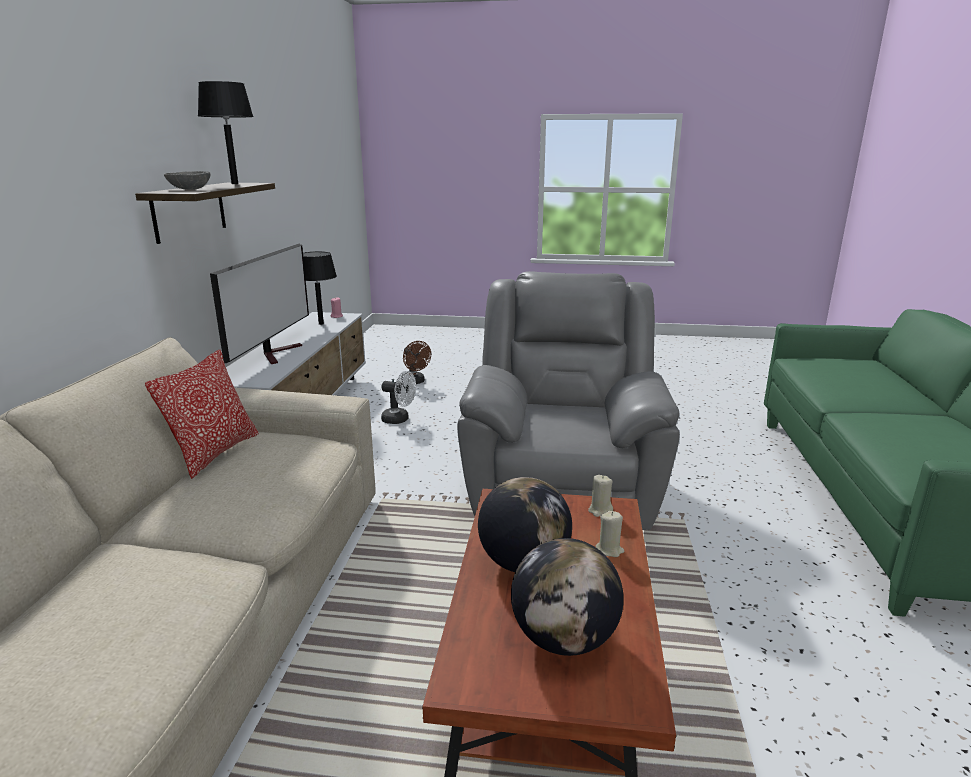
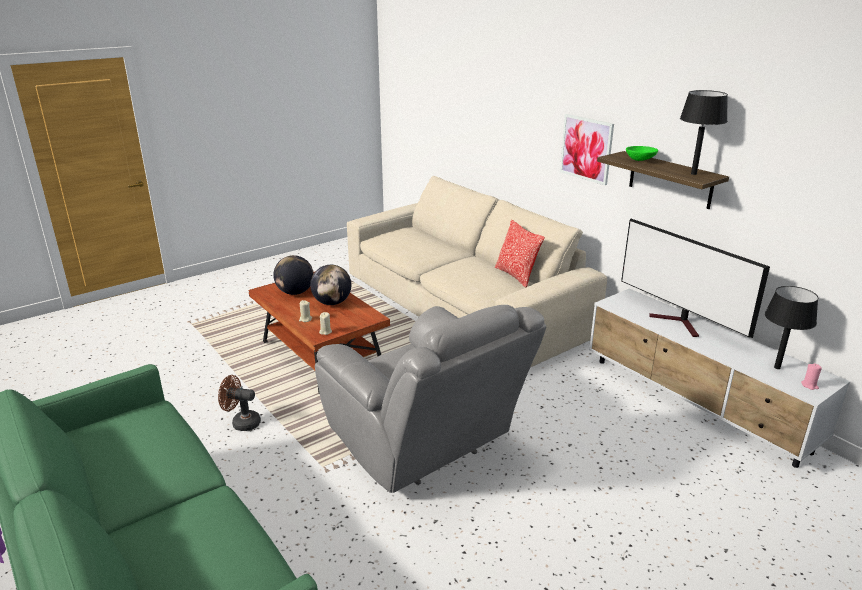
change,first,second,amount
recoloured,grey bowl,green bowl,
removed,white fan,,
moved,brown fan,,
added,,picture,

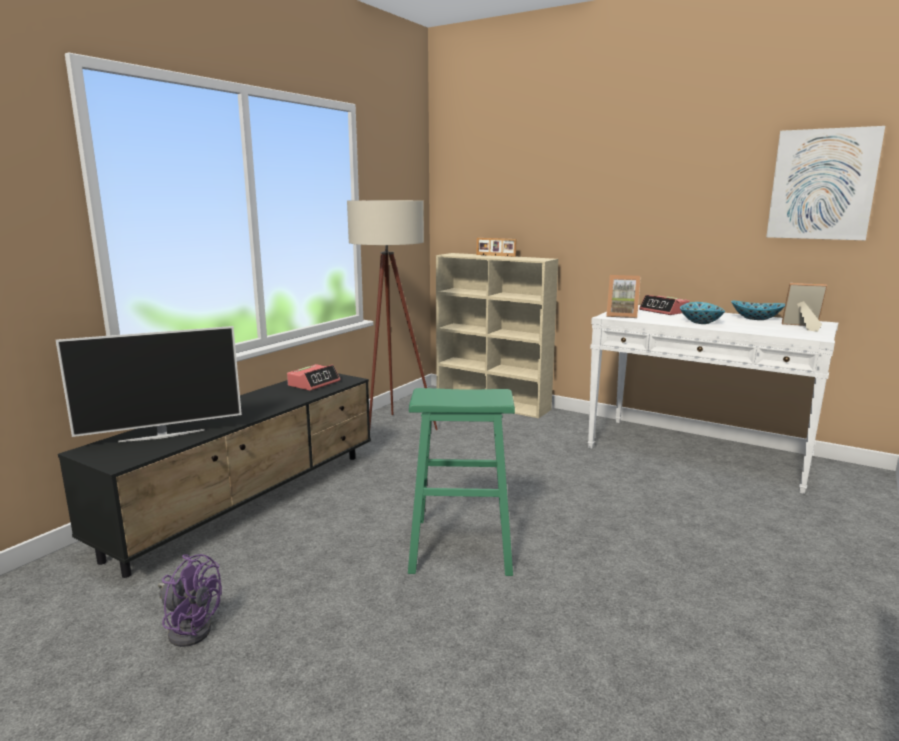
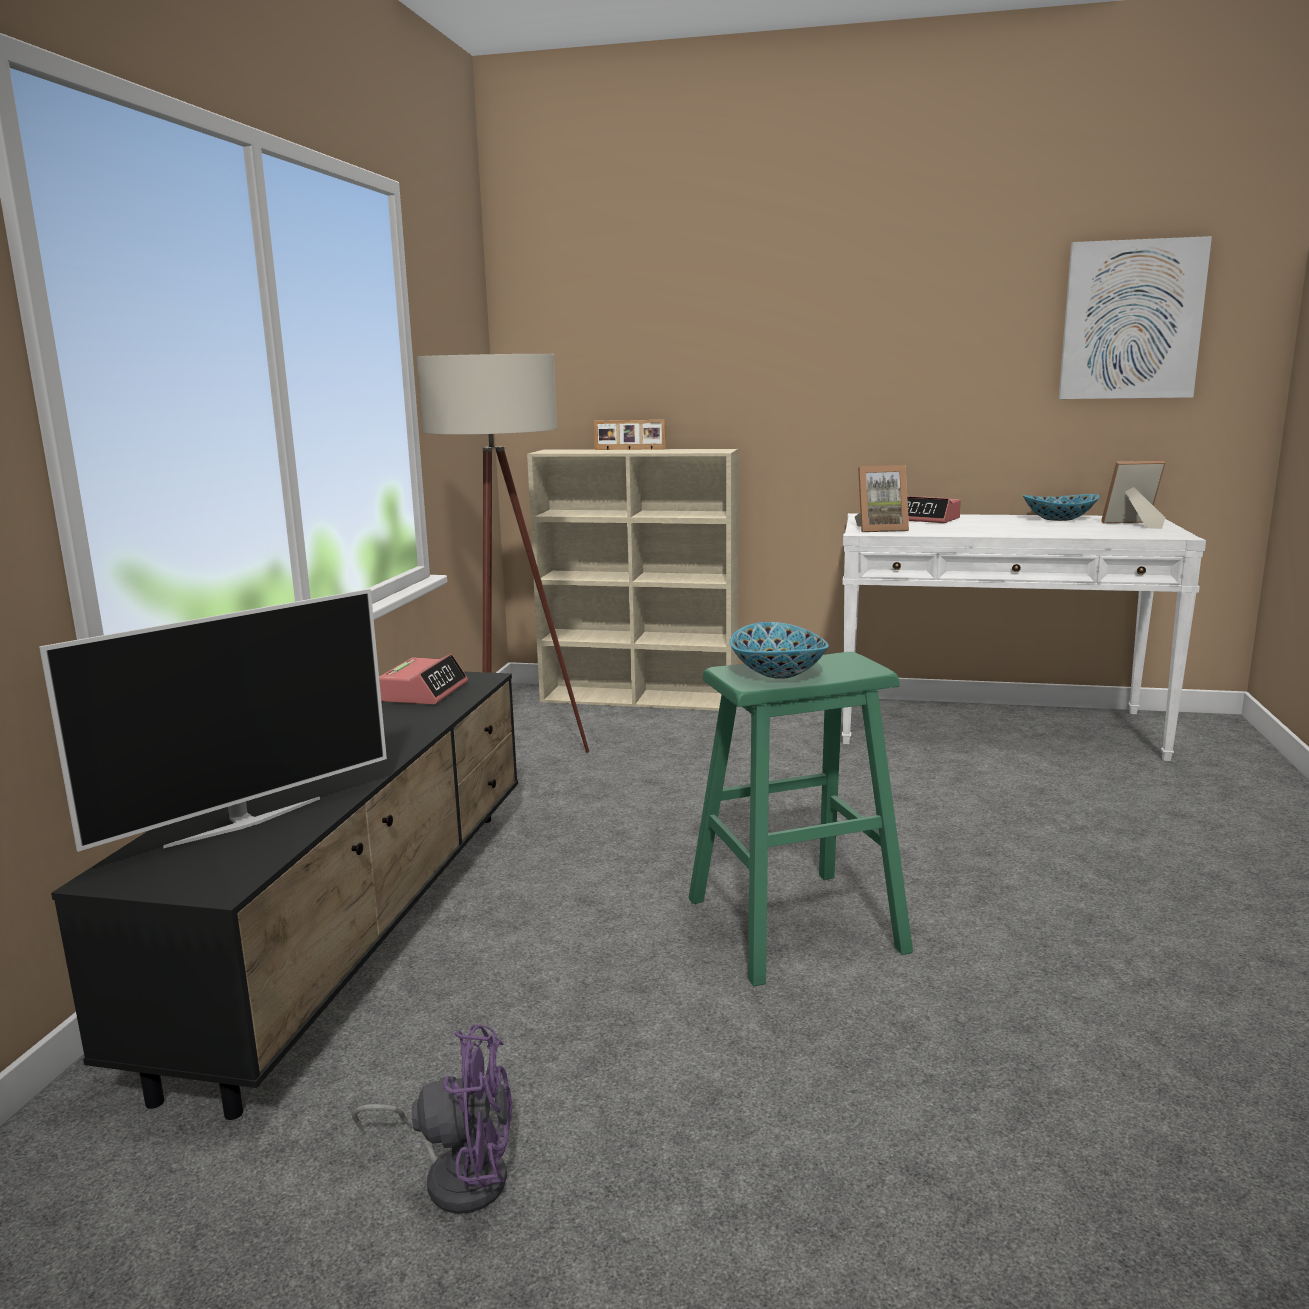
change,first,second,amount
moved,bowl (1st from left),,

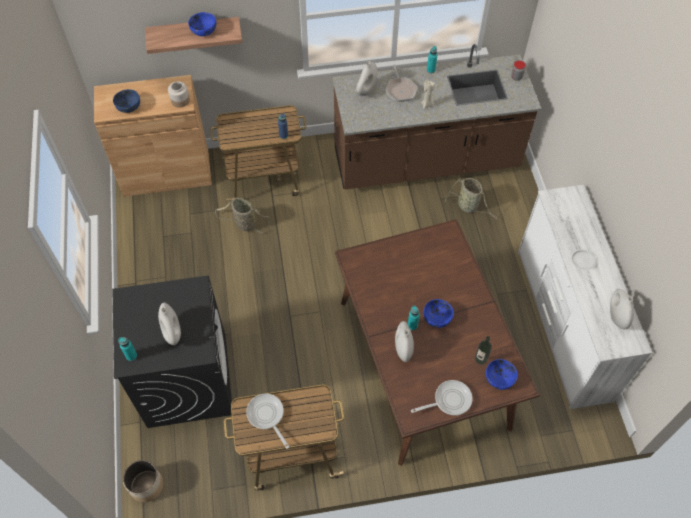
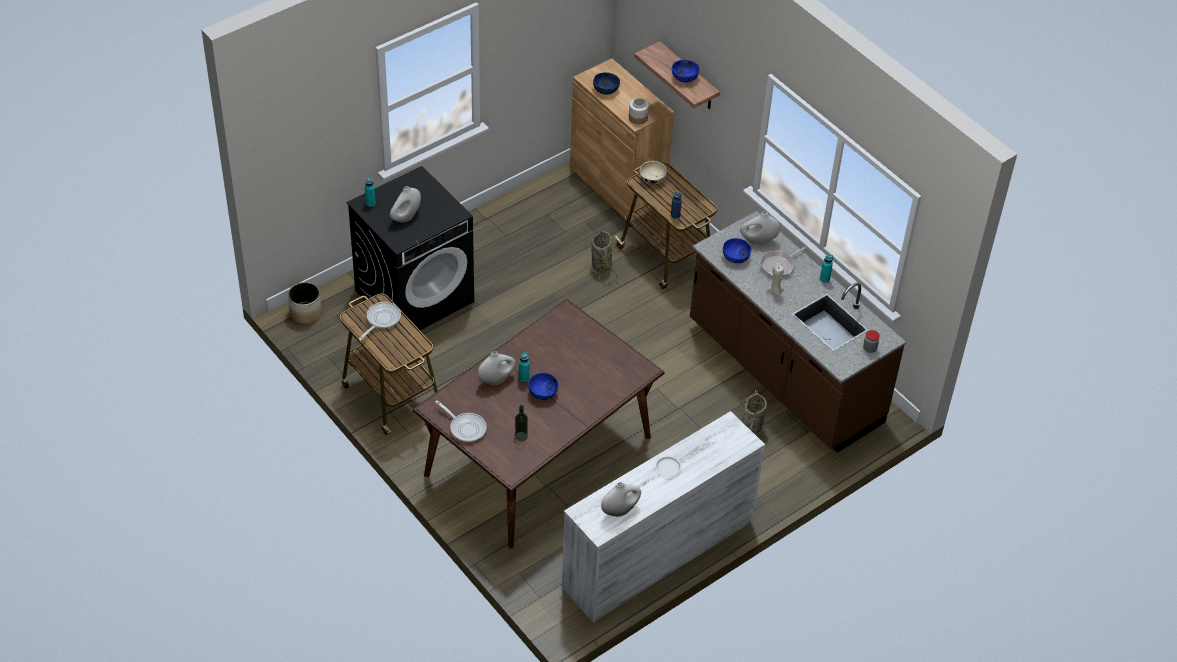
change,first,second,amount
moved,blue bowl (4th from left),,
added,,beige bowl,

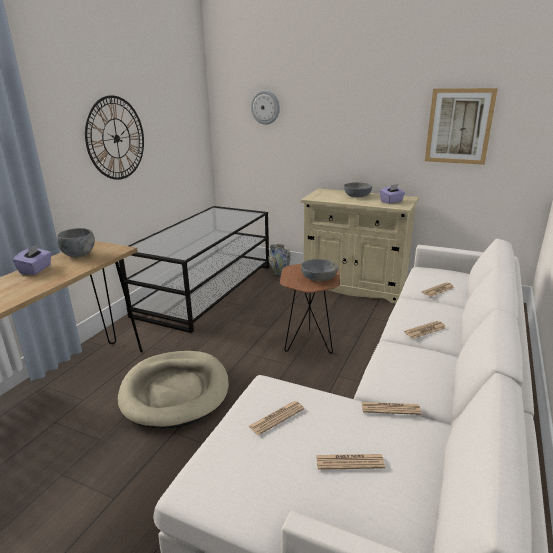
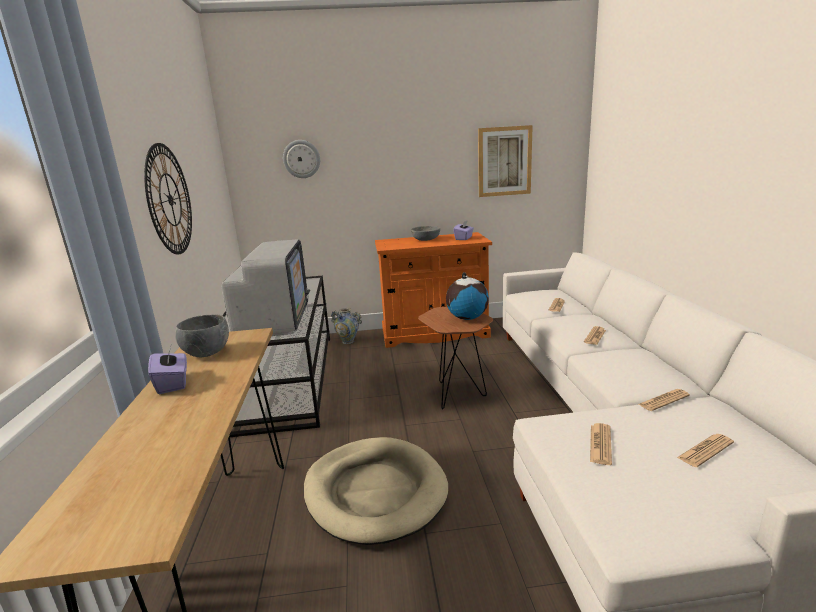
change,first,second,amount
recoloured,beige cabinet,orange cabinet,
replaced,grey bowl (2nd from left),globe,
added,,television,

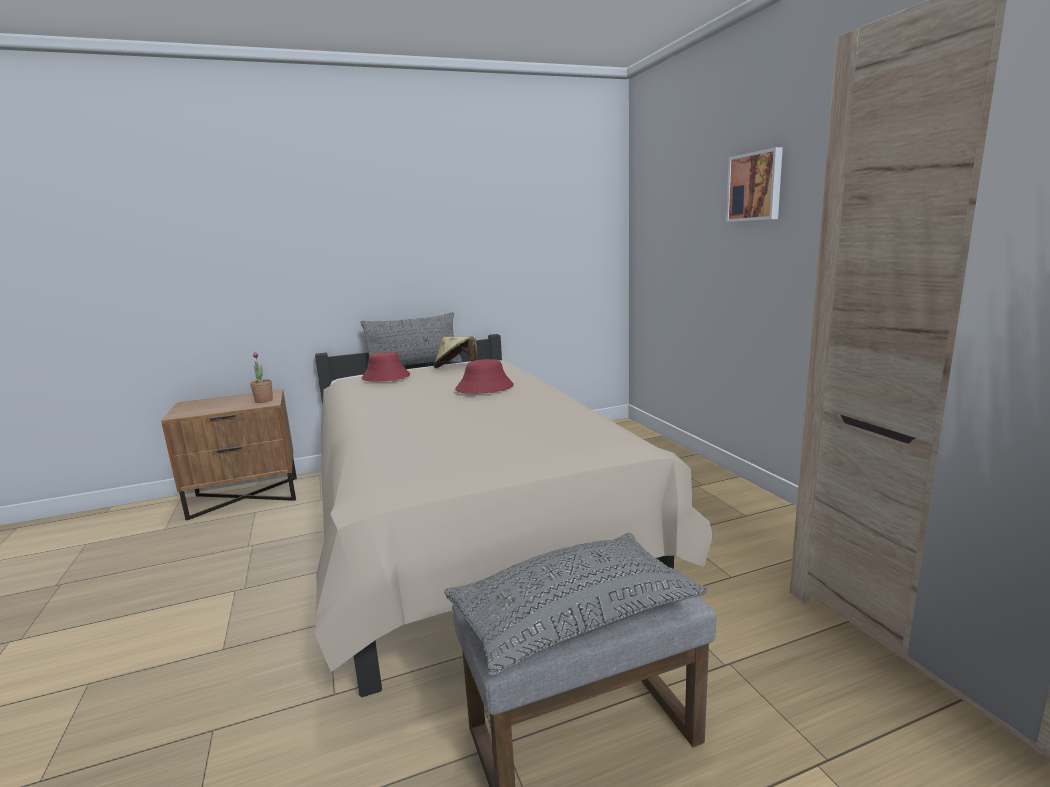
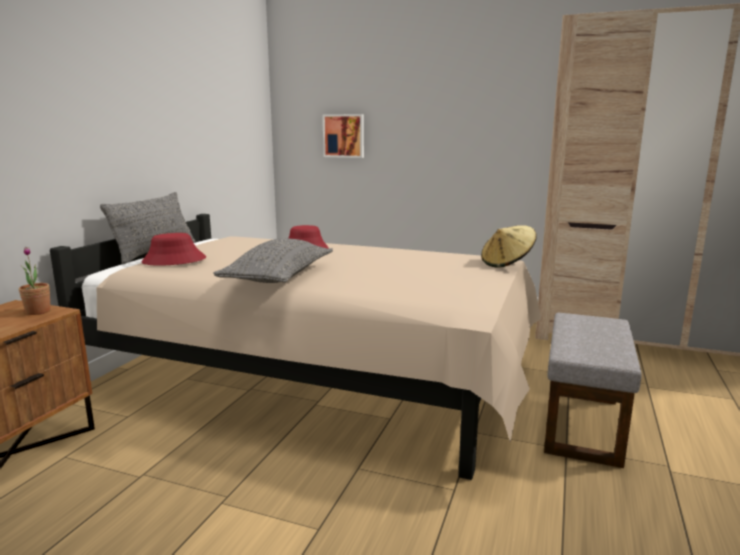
change,first,second,amount
moved,beige hat,,
moved,grey pillow (2nd from left),,
moved,picture,,

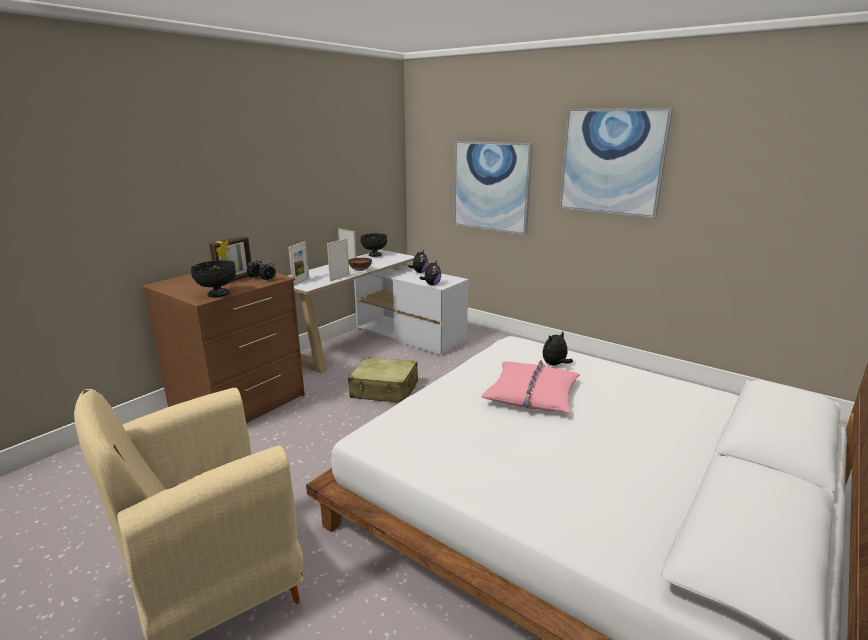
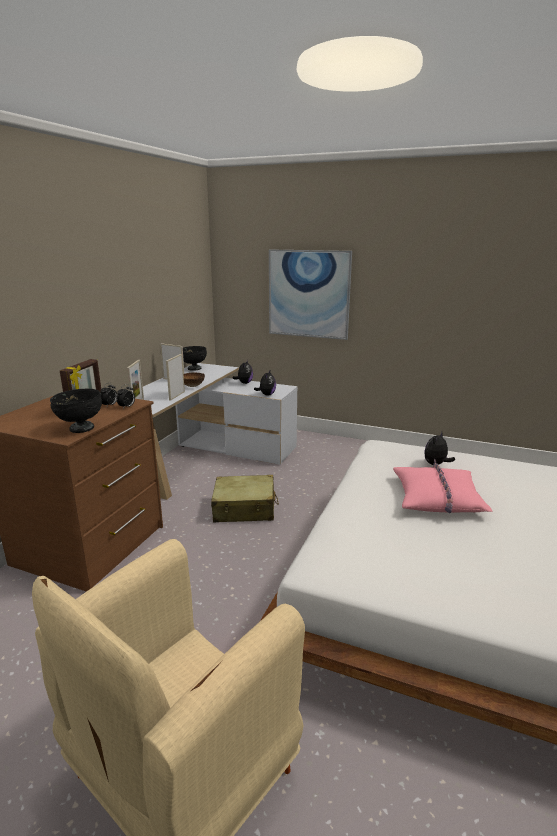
change,first,second,amount
removed,picture (2nd from left),,

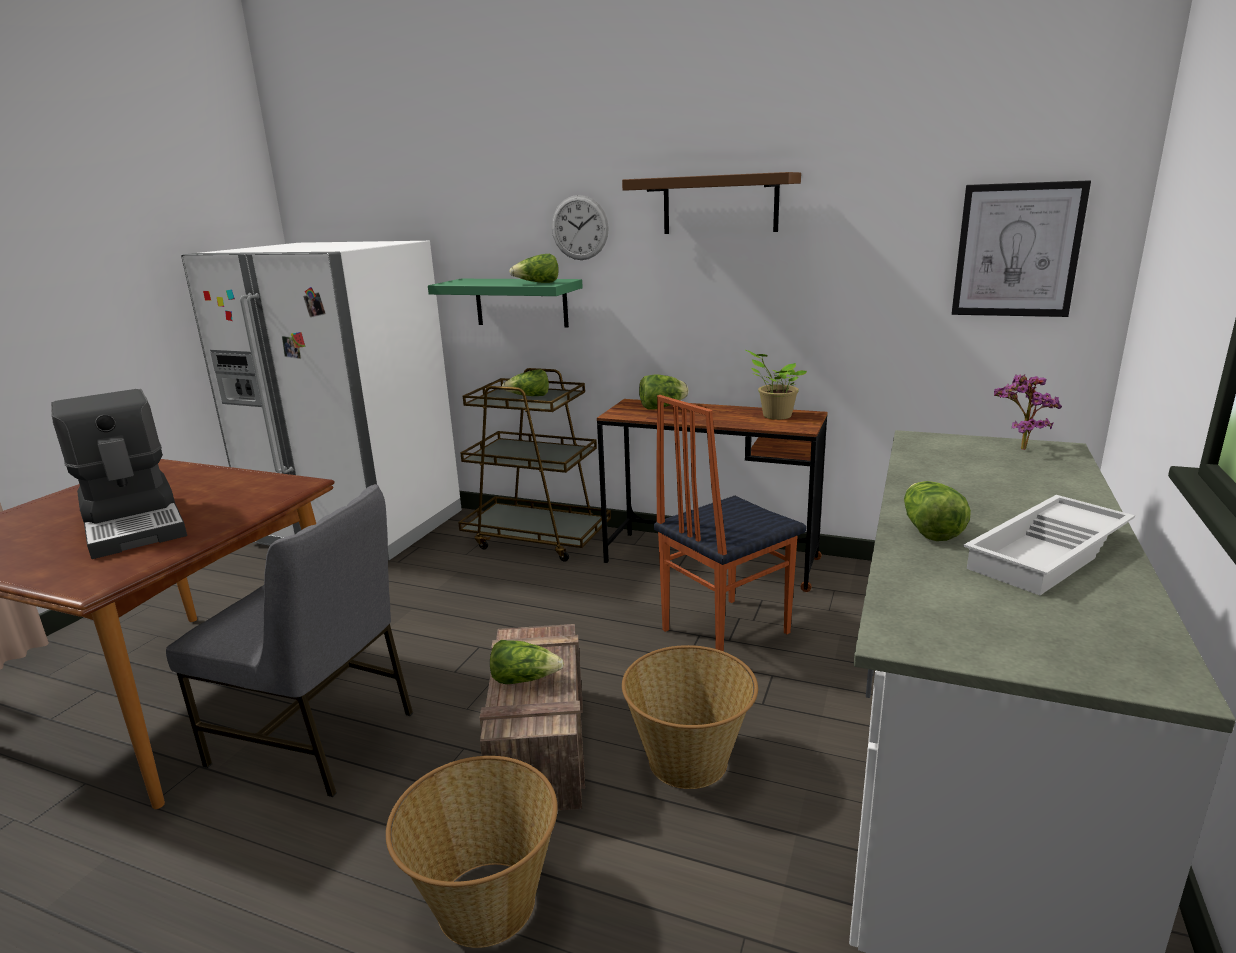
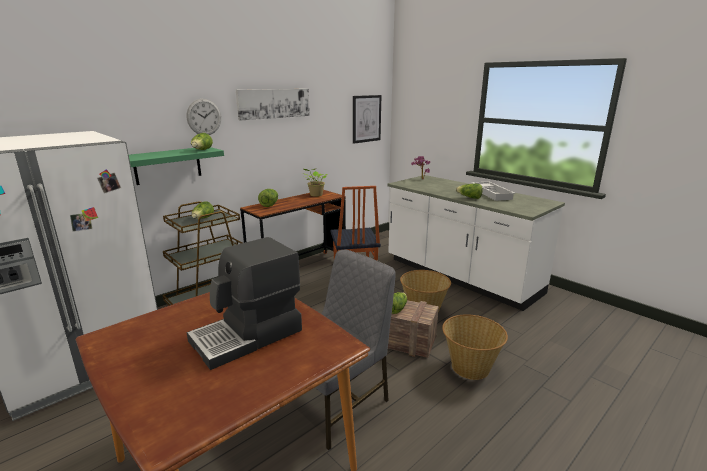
change,first,second,amount
turned,coffee machine,,150 degrees clockwise
replaced,brown shelf,picture (1st from left),

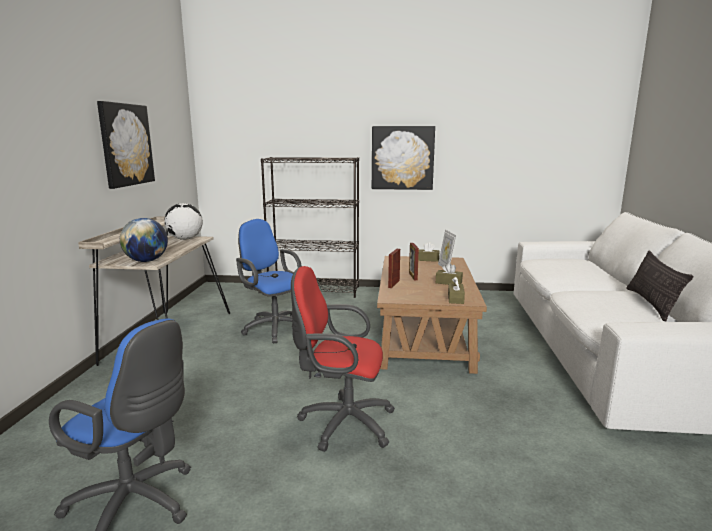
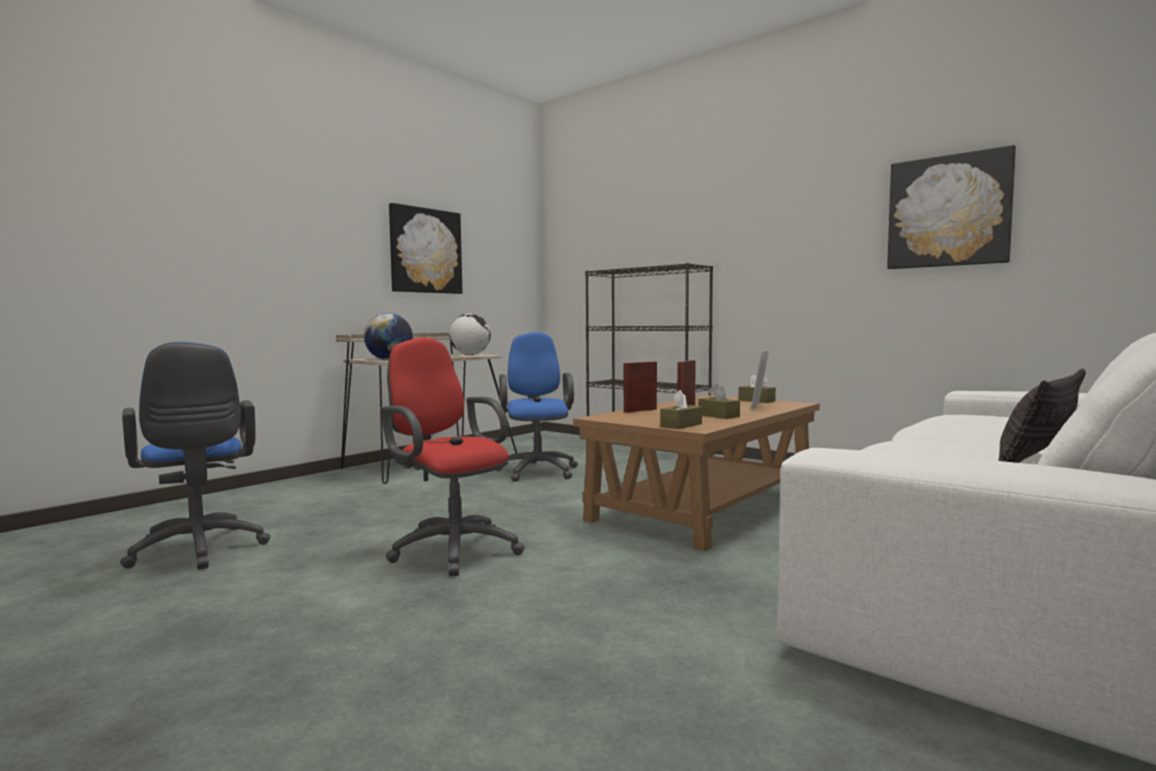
change,first,second,amount
moved,picture (2nd from left),,

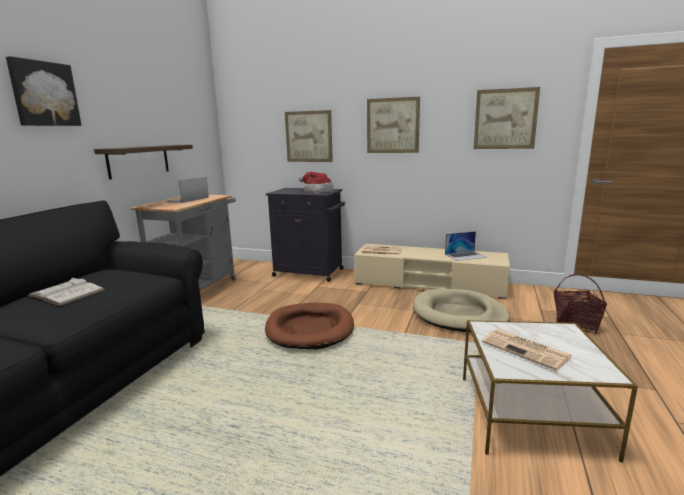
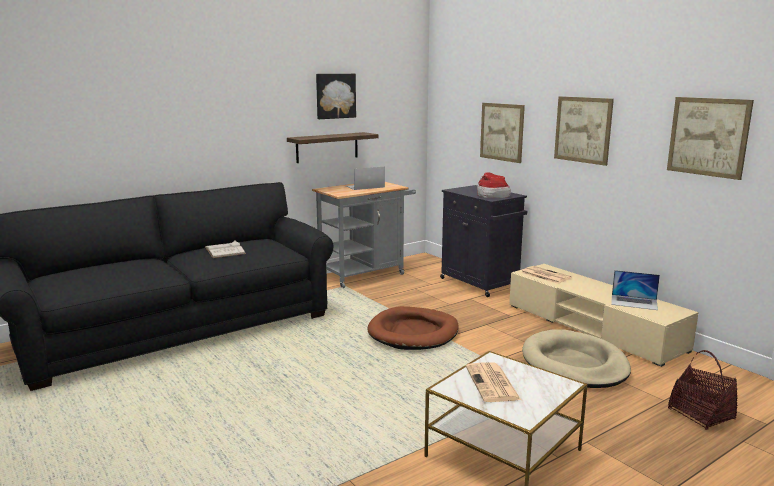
change,first,second,amount
moved,picture (1st from left),,

